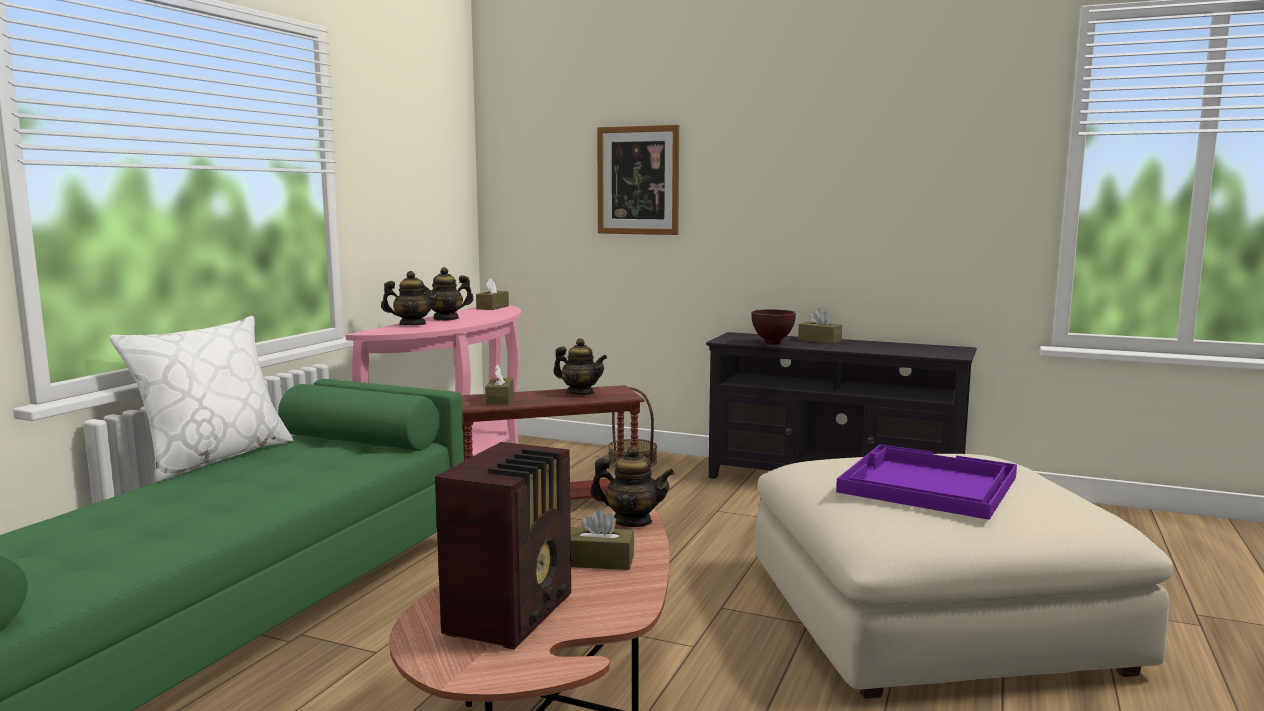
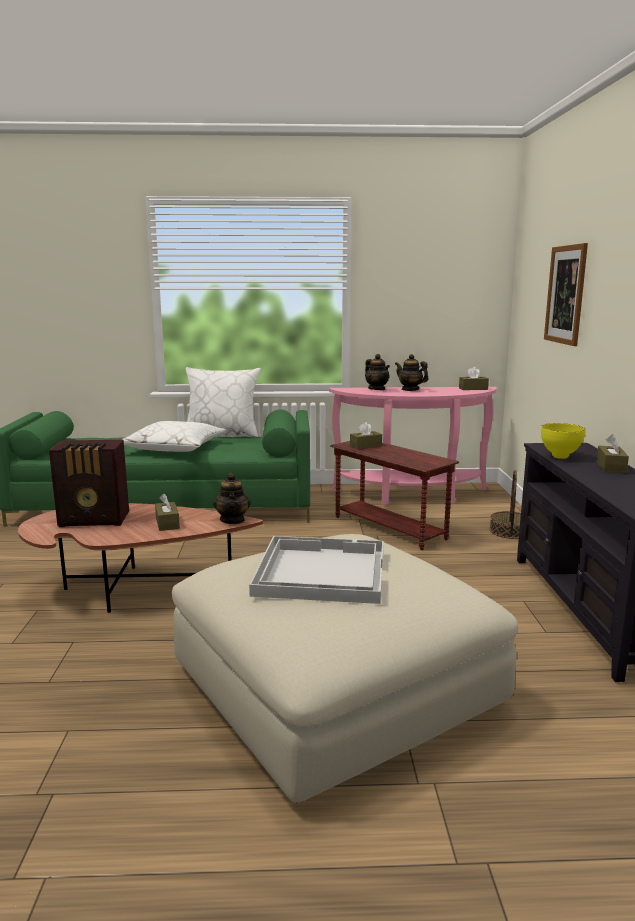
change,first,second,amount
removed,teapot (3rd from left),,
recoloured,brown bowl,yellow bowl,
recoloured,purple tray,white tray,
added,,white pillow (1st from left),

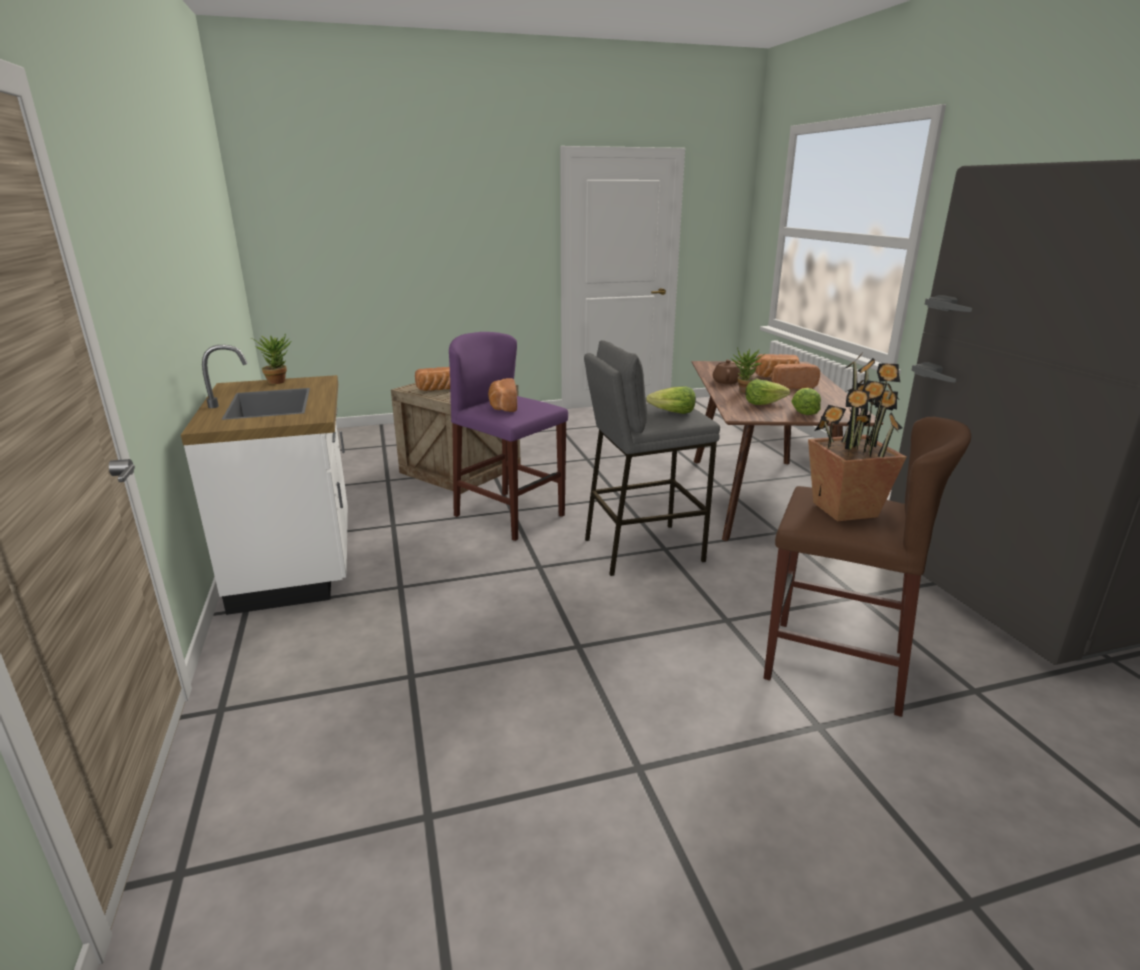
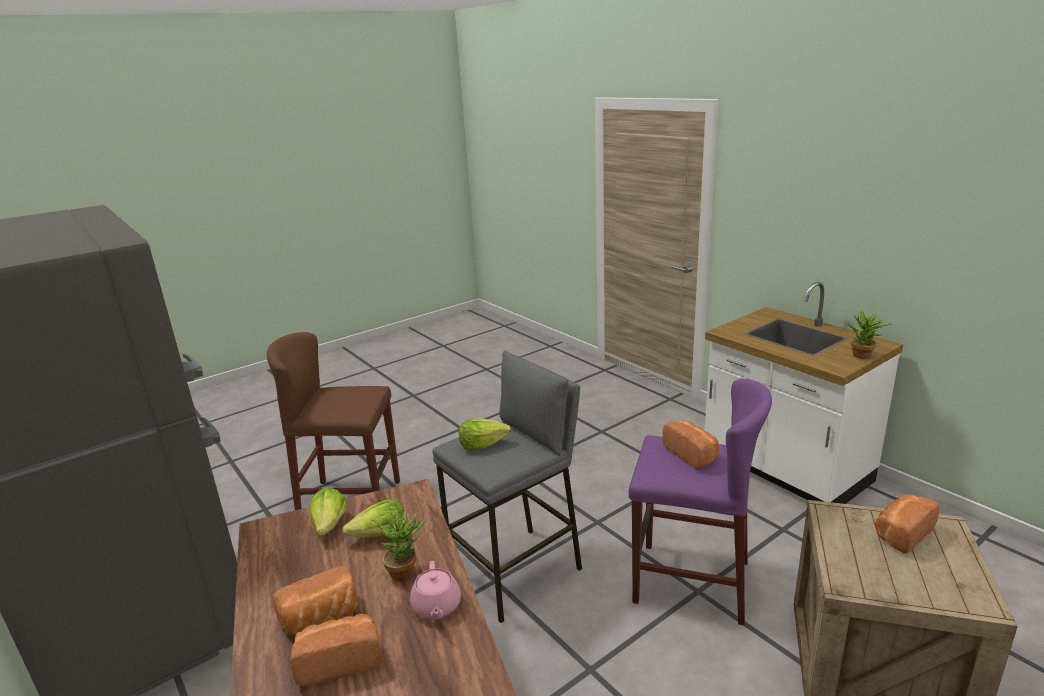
change,first,second,amount
recoloured,brown teapot,pink teapot,
removed,potted plant (3rd from left),,

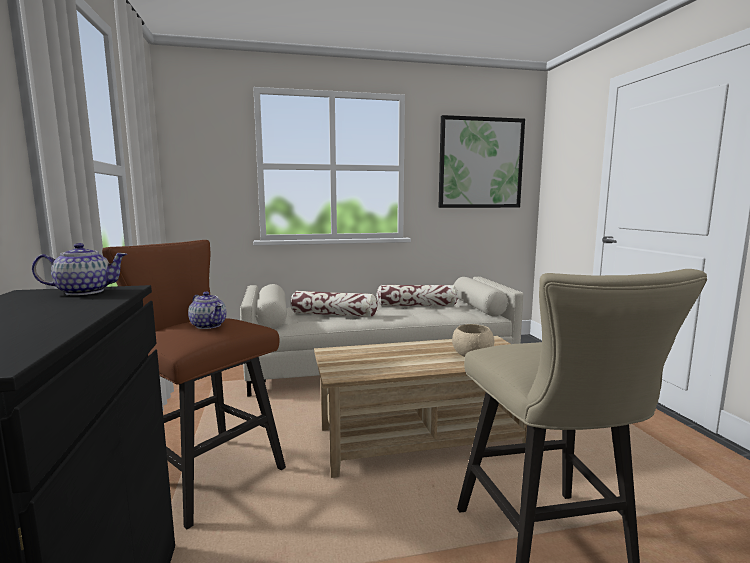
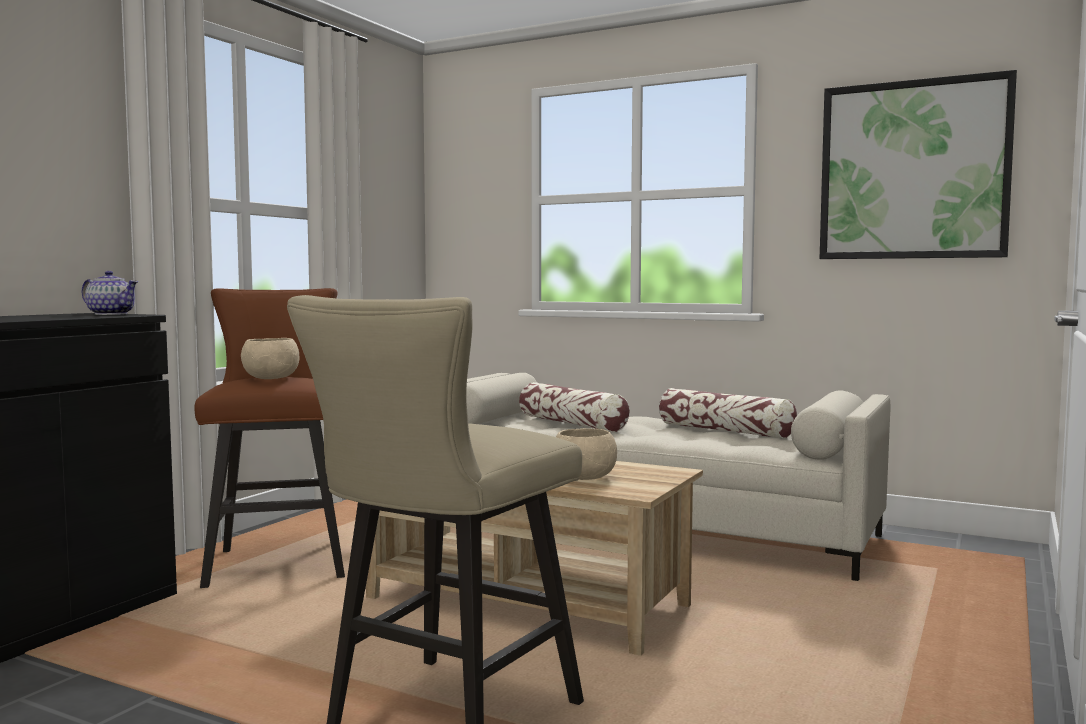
change,first,second,amount
replaced,teapot (2nd from left),beige bowl (1st from left),

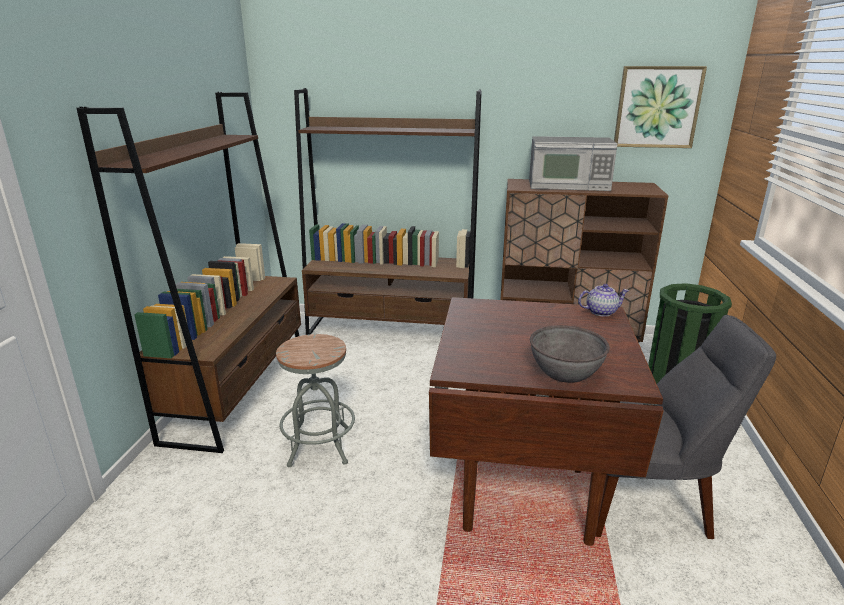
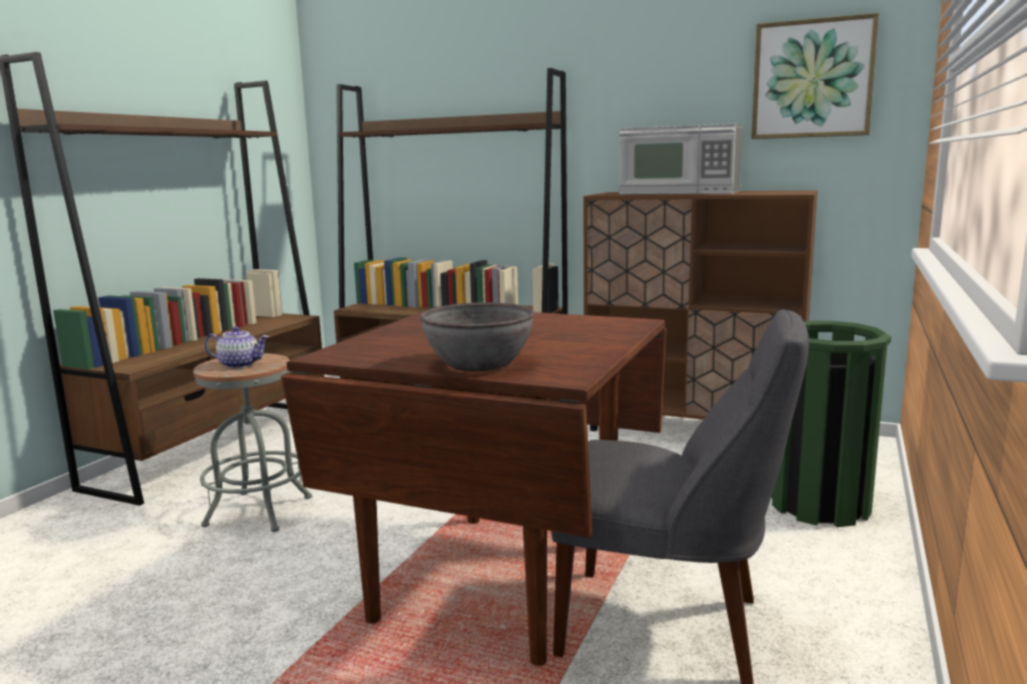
change,first,second,amount
moved,teapot,,

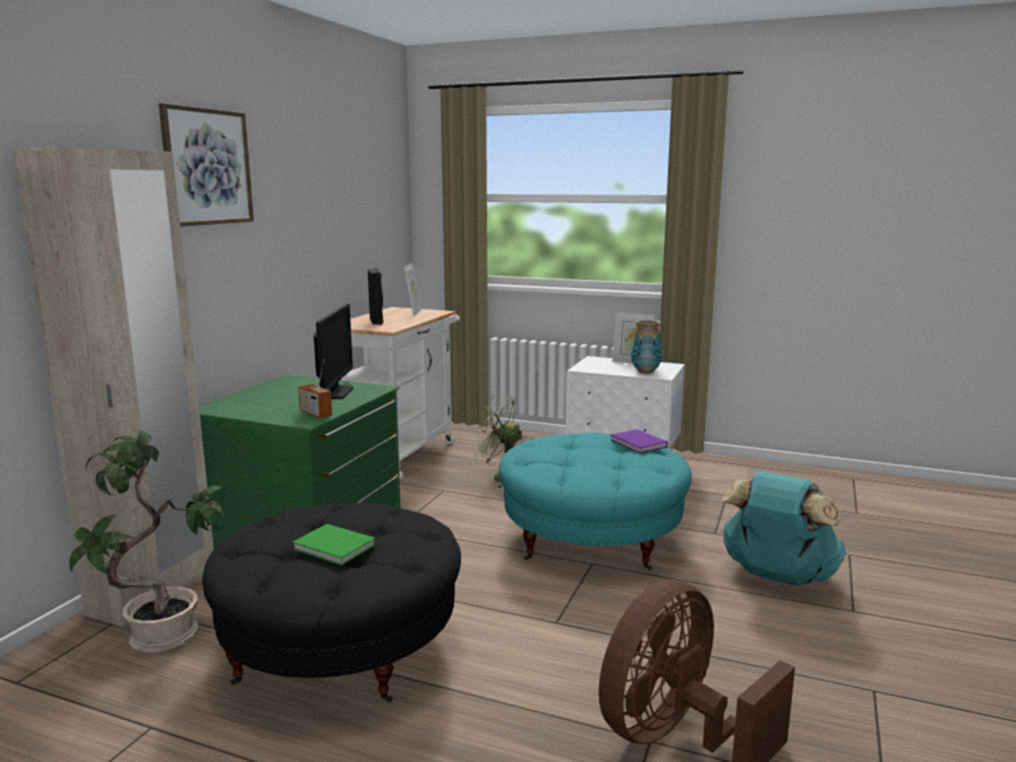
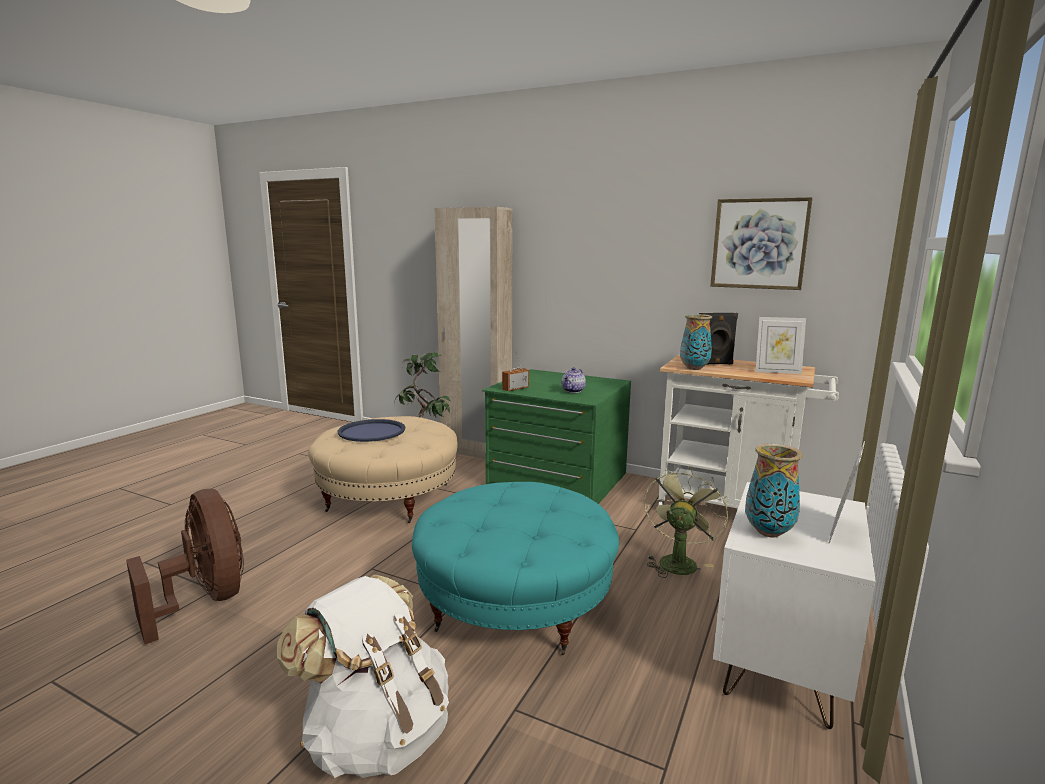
change,first,second,amount
moved,picture,,
recoloured,black ottoman,beige ottoman,
replaced,green book,blue tray,
replaced,monitor,teapot,
removed,purple book,,
recoloured,turquoise backpack,white backpack,
added,,vase (1st from left),

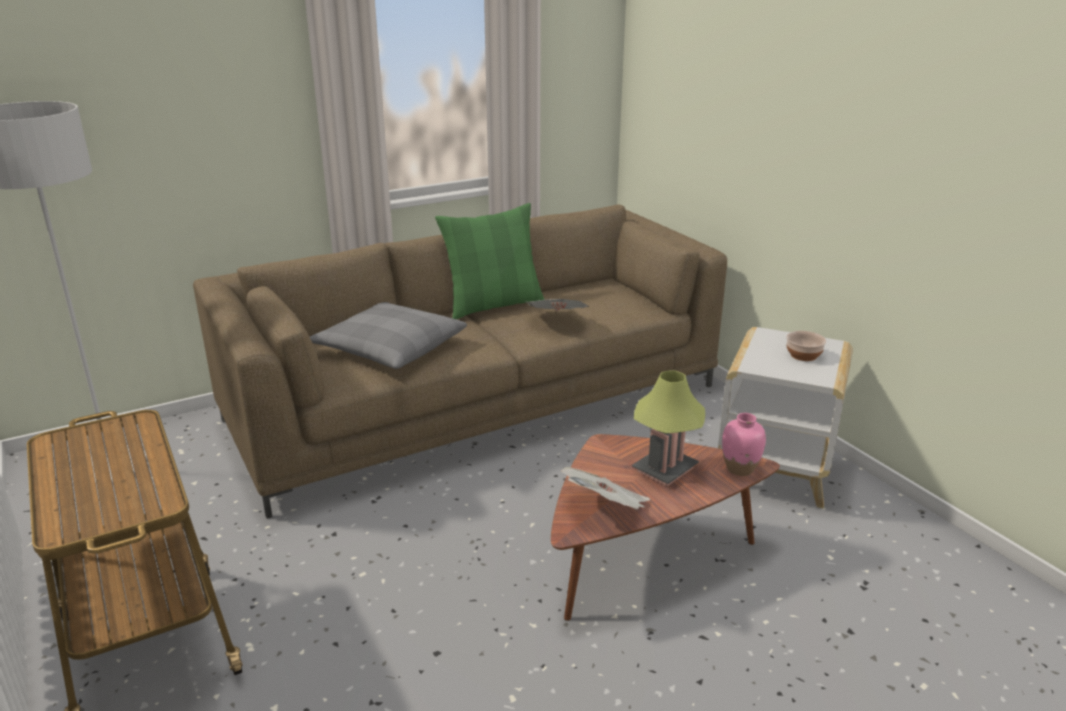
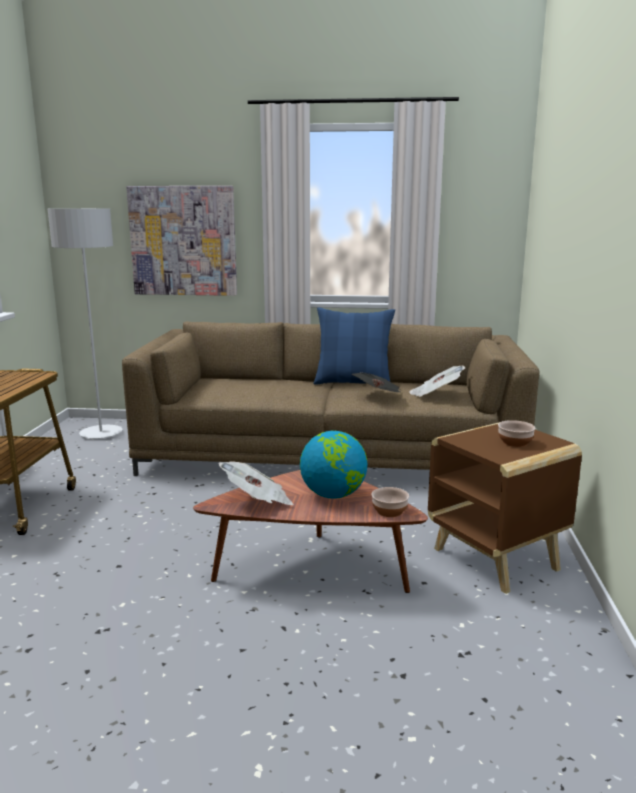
change,first,second,amount
removed,grey pillow,,
recoloured,green pillow,blue pillow,
replaced,table lamp,globe,
recoloured,white side table,brown side table,
replaced,pink vase,bowl (1st from left),
added,,picture,
added,,newspaper (3rd from left),

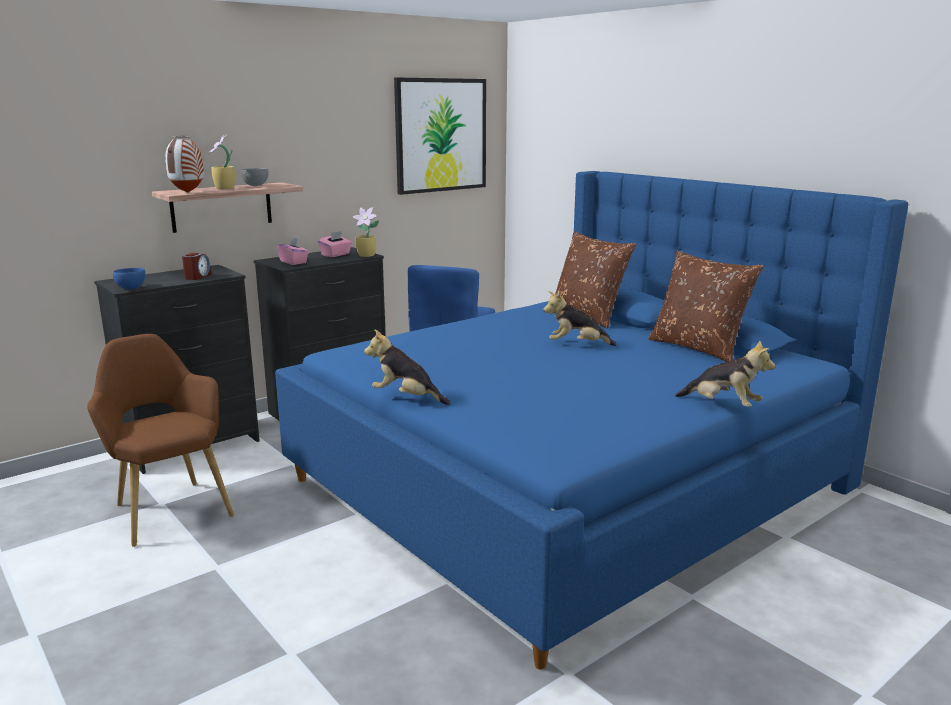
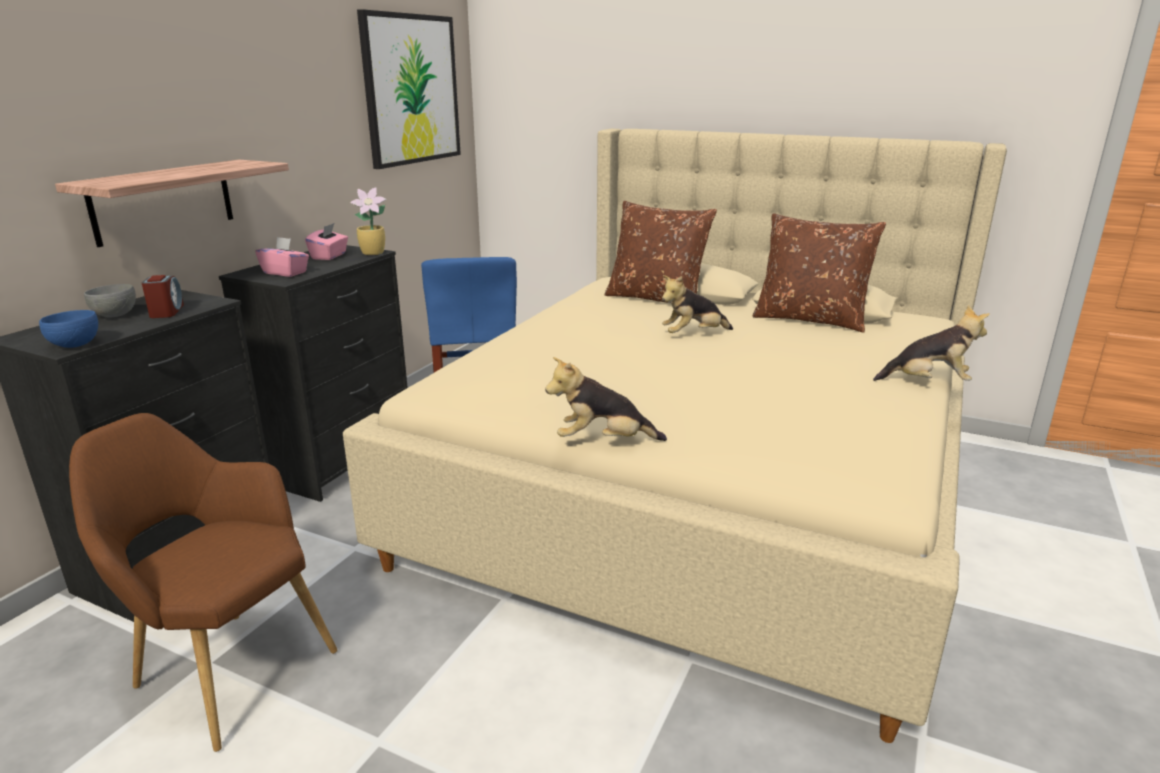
change,first,second,amount
removed,vase,,
removed,potted plant (1st from left),,
moved,grey bowl,,
recoloured,blue bed,beige bed,

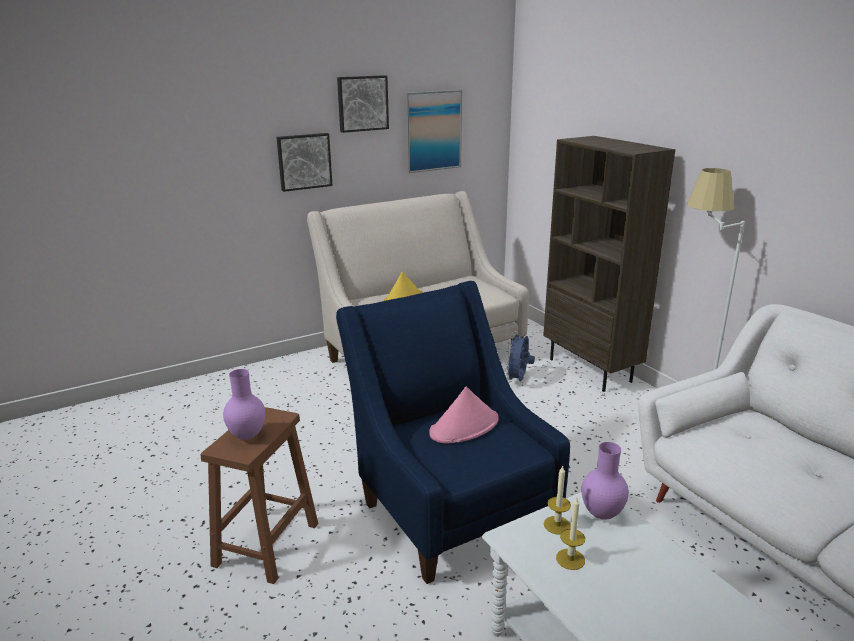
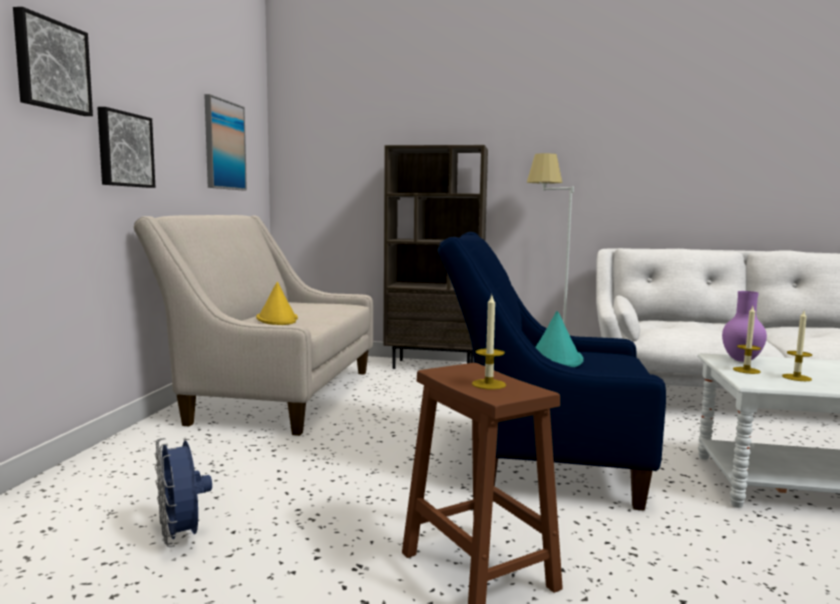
change,first,second,amount
replaced,purple vase (1st from left),candle (1st from left),
moved,picture (2nd from left in the first image),picture (1st from left),
recoloured,pink hat,turquoise hat,
moved,blue fan,,

